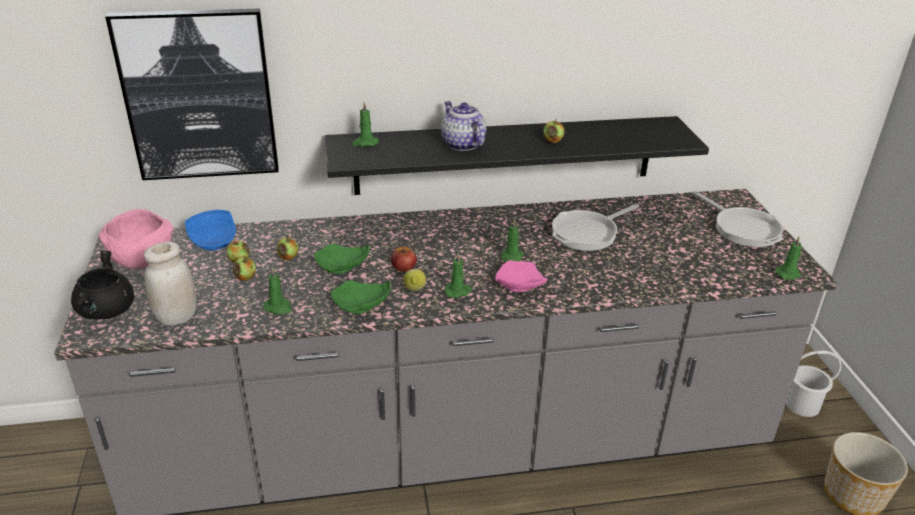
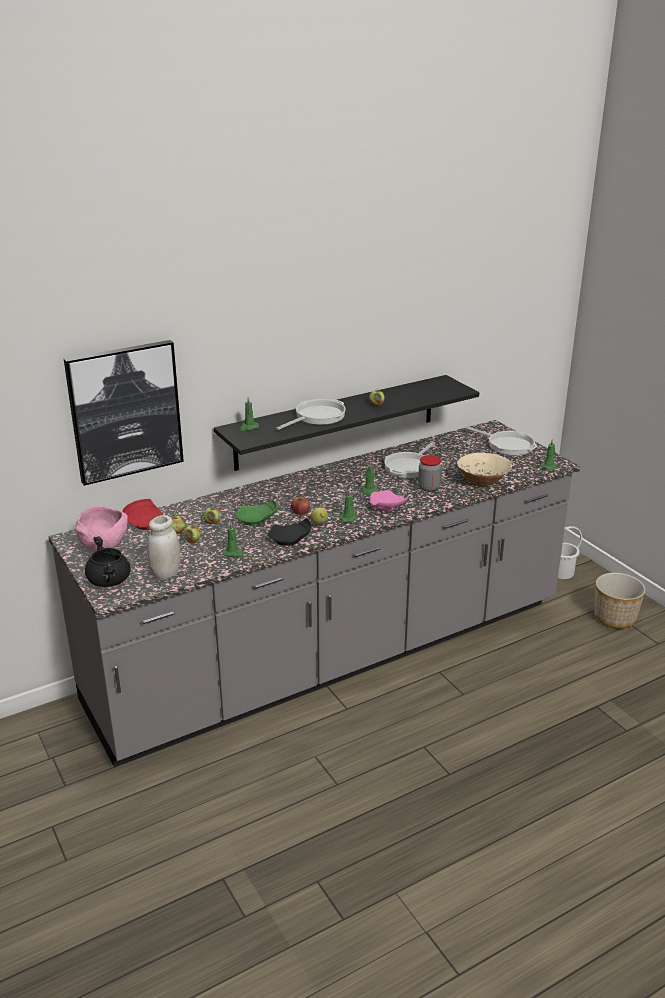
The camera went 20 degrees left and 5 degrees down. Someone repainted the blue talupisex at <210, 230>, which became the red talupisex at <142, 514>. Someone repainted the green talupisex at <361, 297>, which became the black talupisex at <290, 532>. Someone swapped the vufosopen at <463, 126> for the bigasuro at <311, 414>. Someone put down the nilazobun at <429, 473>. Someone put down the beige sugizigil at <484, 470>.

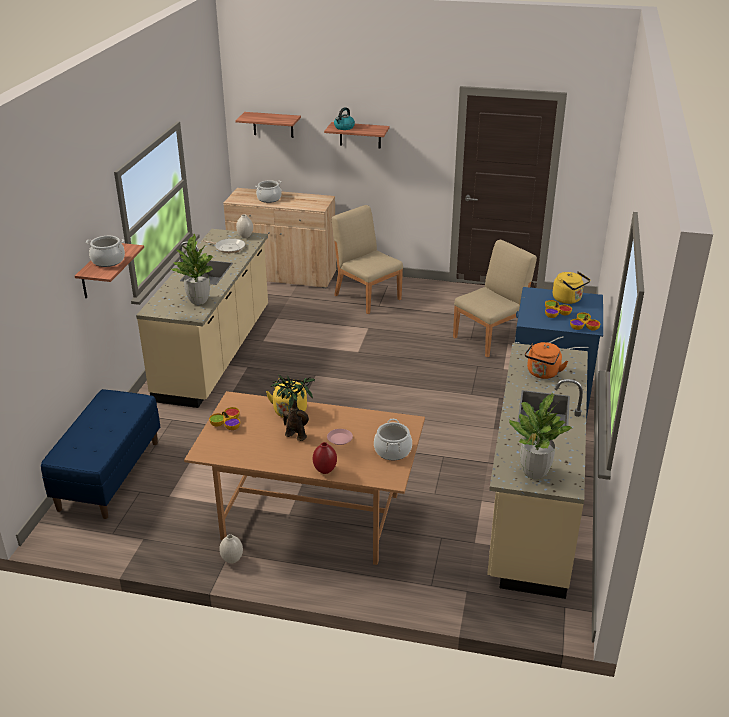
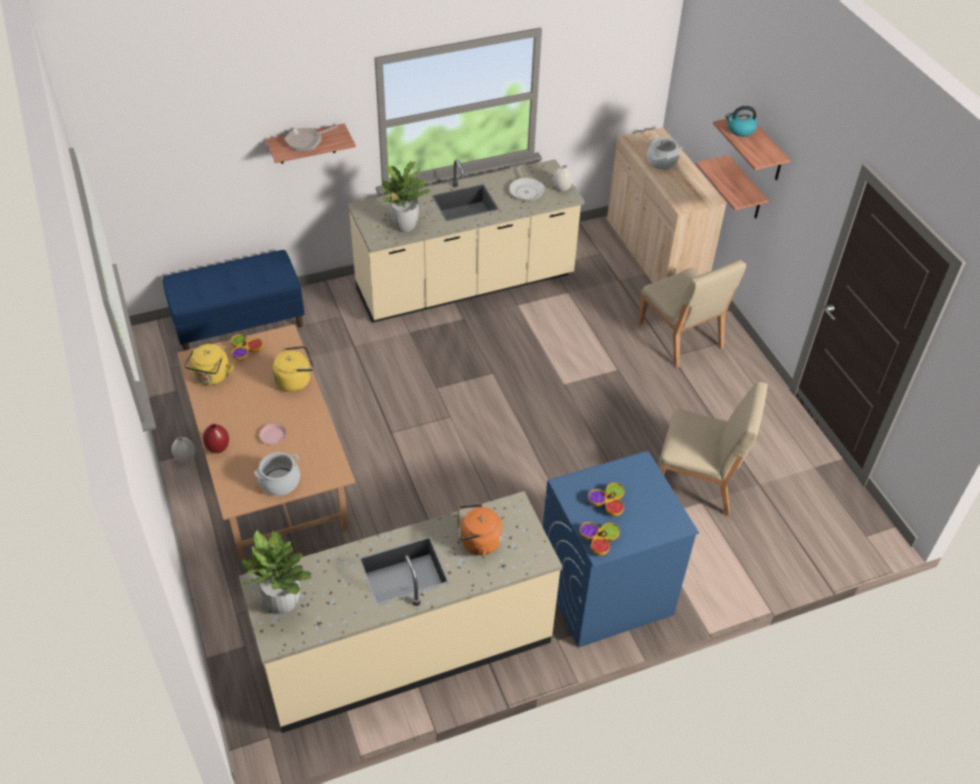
The camera went 55 degrees right and 15 degrees up. Someone carried the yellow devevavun from <571, 287> to <209, 364>. Someone swapped the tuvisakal at <105, 251> for the bigasuro at <311, 138>. Someone rotated the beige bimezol at <367, 259> by 135 degrees clockwise. Someone carried the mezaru from <268, 125> to <732, 187>. Someone took away the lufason at <293, 408>.

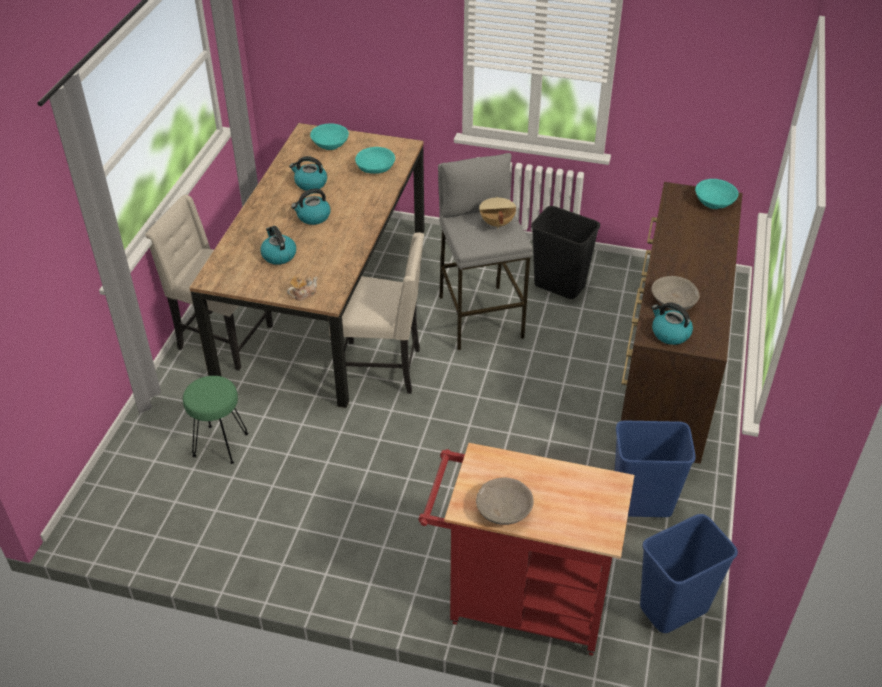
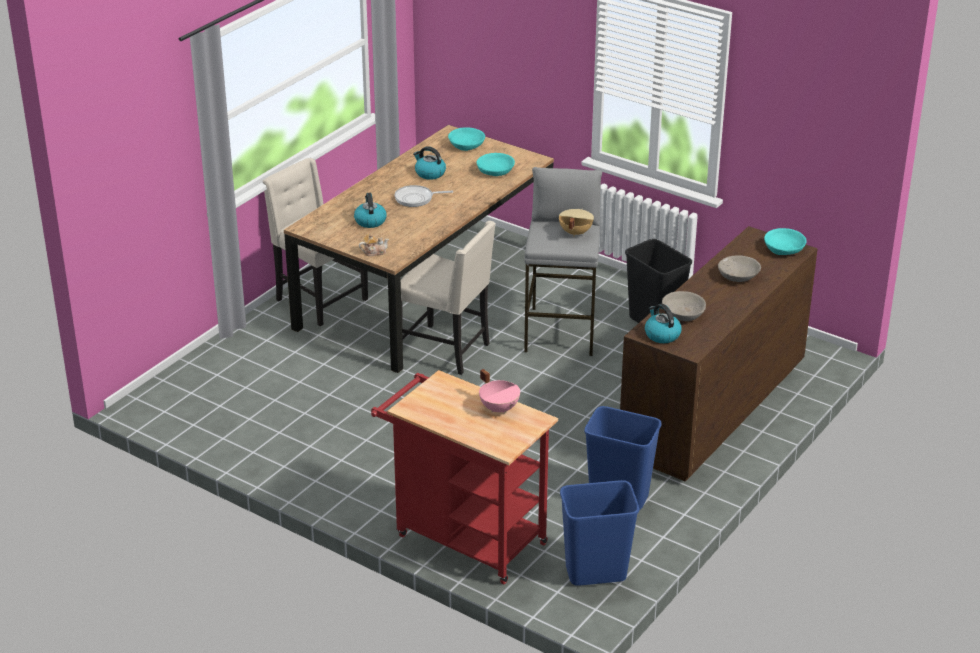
The camera went 20 degrees right and 10 degrees down. Someone swapped the devevavun at <310, 206> for the bigasuro at <424, 196>. Someone put down the pink tuvisakal at <499, 391>. Someone carried the grey sugizigil from <505, 501> to <739, 268>. Someone took away the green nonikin at <215, 420>.

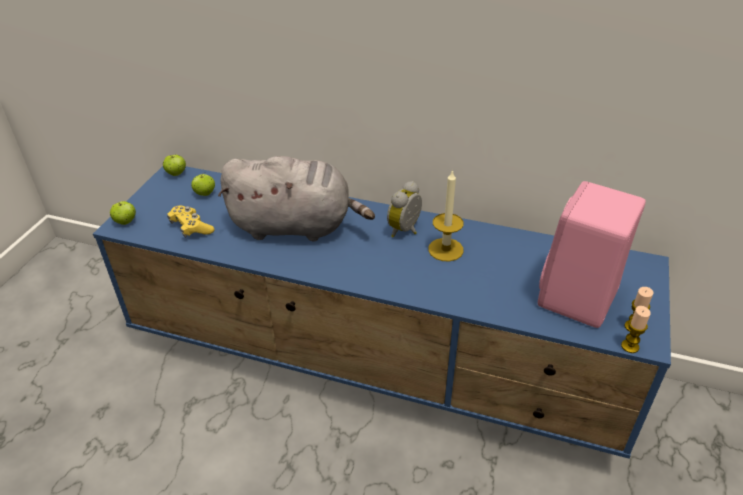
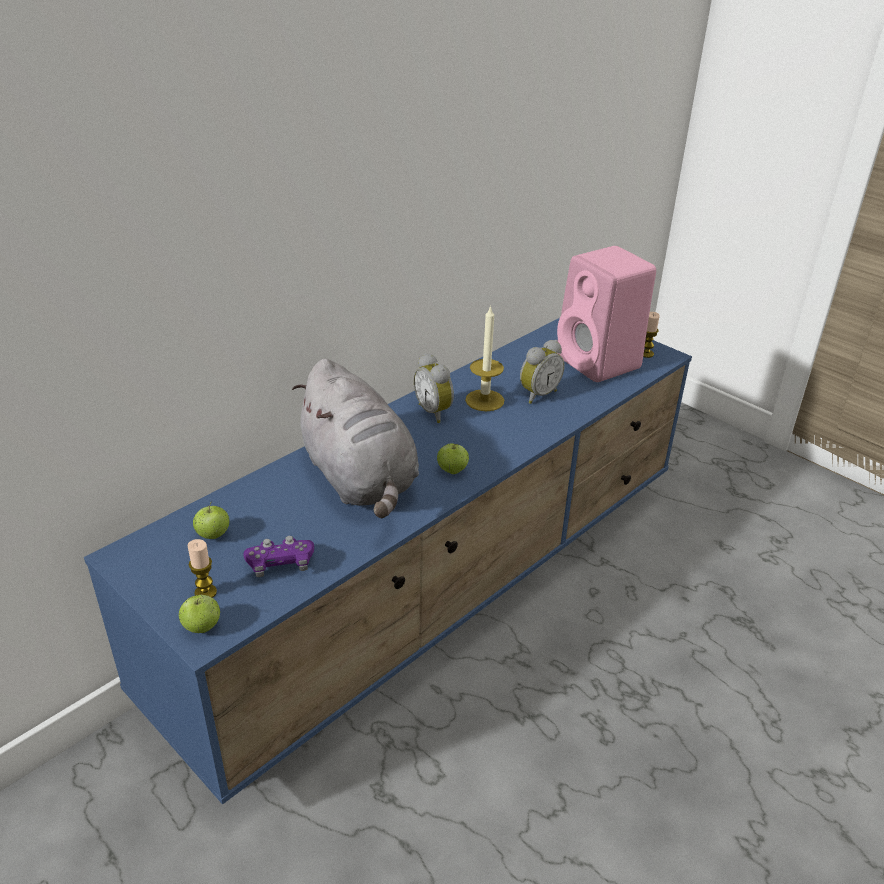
The camera went 65 degrees left and 5 degrees down. Someone carried the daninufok from <636, 329> to <202, 568>. Someone repainted the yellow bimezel at <191, 221>, which became the purple bimezel at <278, 556>. Someone rotated the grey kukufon at <296, 198> by 120 degrees clockwise. Someone carried the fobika from <174, 165> to <453, 458>. Someone put down the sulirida at <542, 372>.

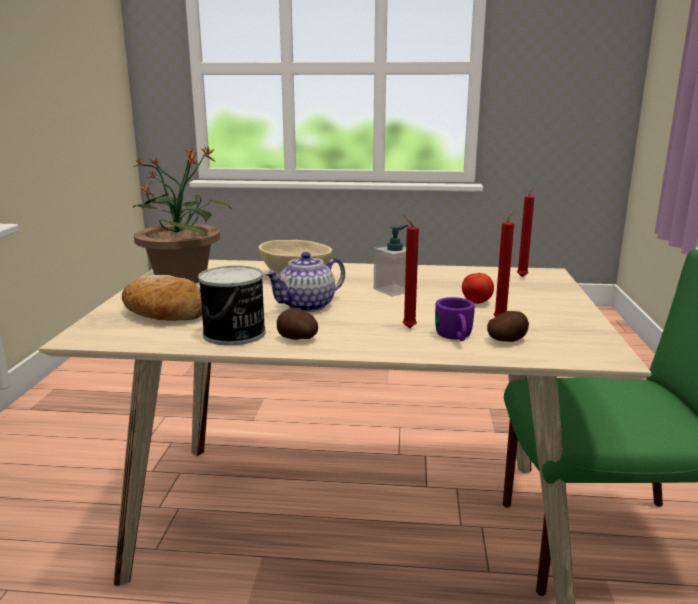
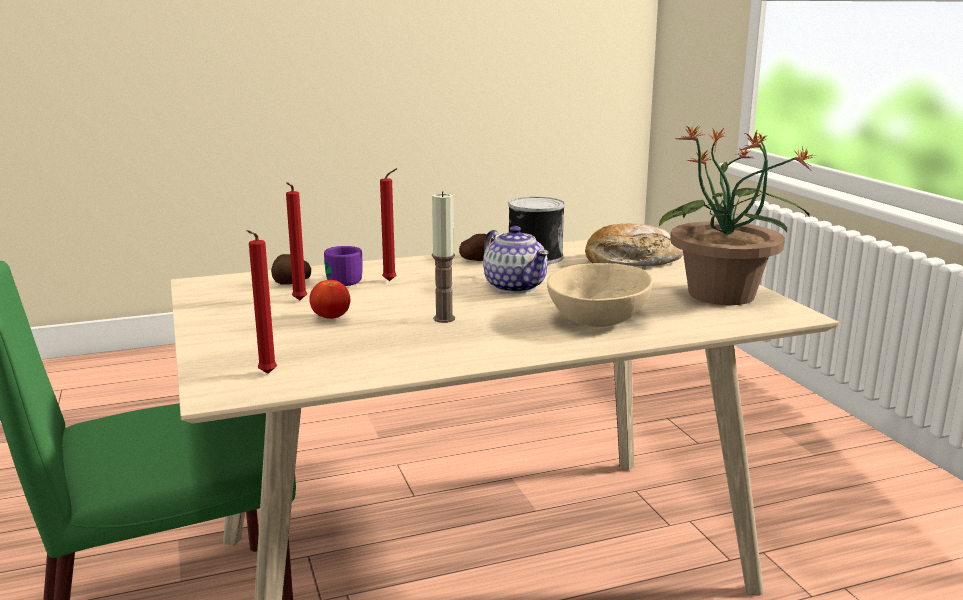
The camera went 155 degrees right and 0 degrees up. Someone swapped the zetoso at <391, 261> for the daninufok at <443, 257>. Someone rotated the vufosopen at <304, 282> by 120 degrees clockwise.

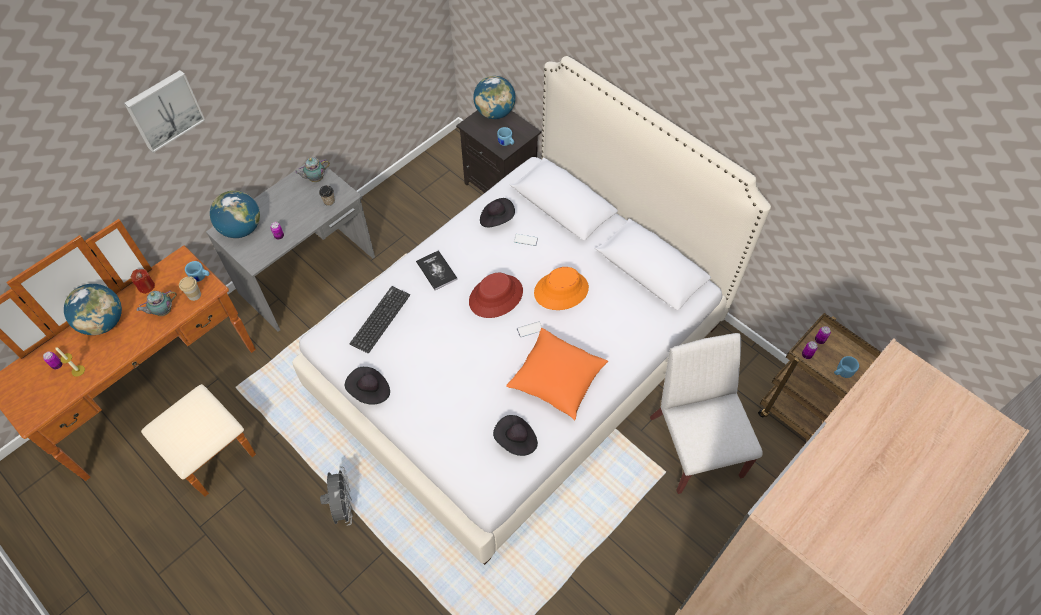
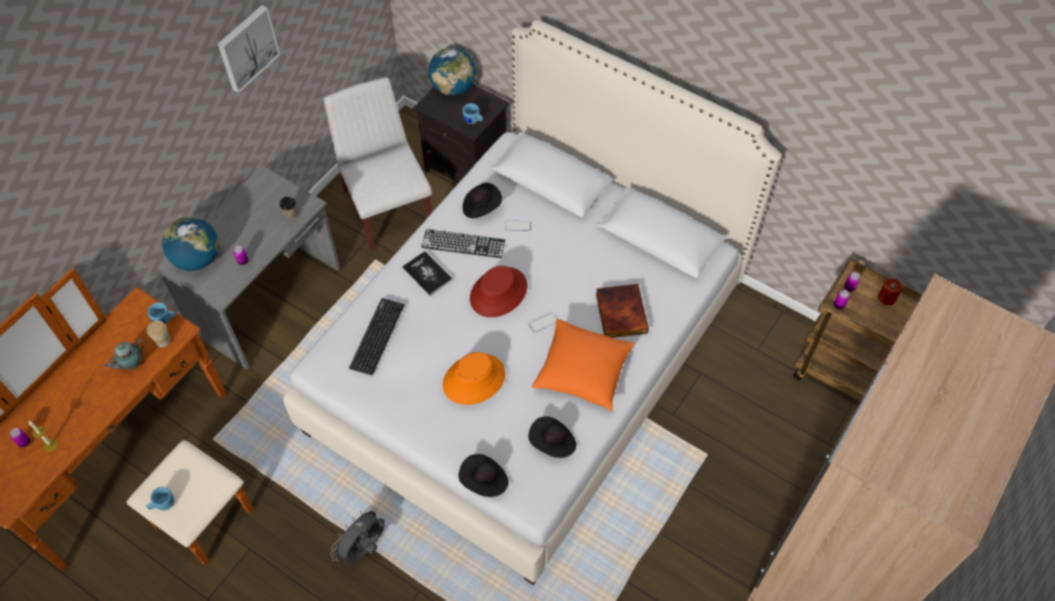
The camera went 10 degrees left and 0 degrees up. Someone carried the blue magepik from <846, 367> to <160, 498>. Someone carried the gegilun from <164, 111> to <249, 49>. Someone carried the white bimezol from <706, 413> to <377, 163>. Someone rotated the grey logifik at <336, 495> by 120 degrees counterclockwise. Someone put down the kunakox at <463, 243>. Someone carried the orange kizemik from <561, 288> to <474, 378>. Someone carried the black kizemik from <367, 386> to <484, 475>. Someone put down the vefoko at <622, 311>. Someone carried the red daninufok from <143, 281> to <890, 292>. Someone took away the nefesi at <93, 309>. Someone took away the vufosopen at <312, 170>.

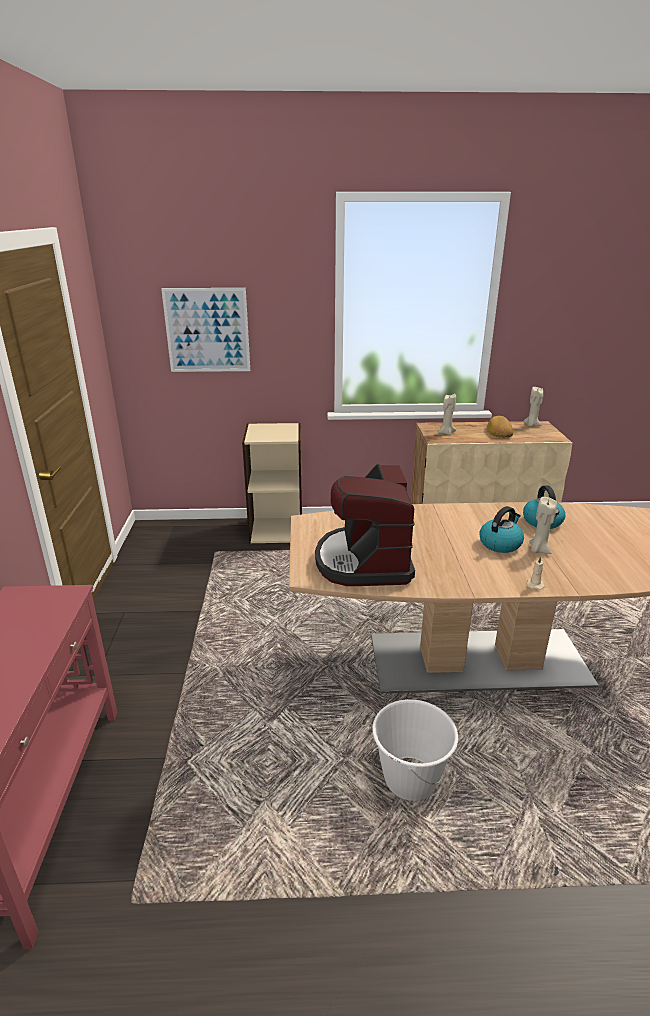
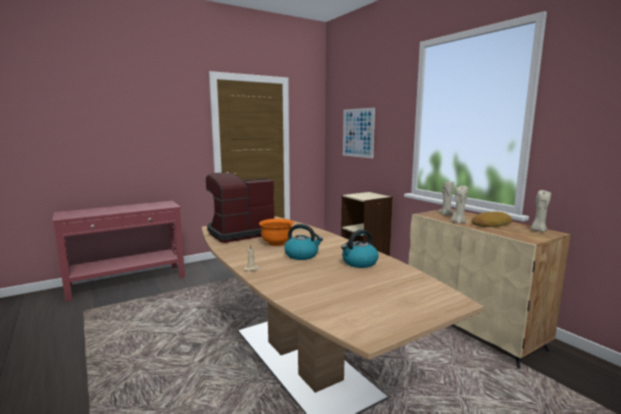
The camera went 60 degrees right and 15 degrees down. Someone put down the orange sugizigil at <276, 232>. Someone carried the beige daninufok from <543, 525> to <459, 204>. Someone took away the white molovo at <415, 750>.

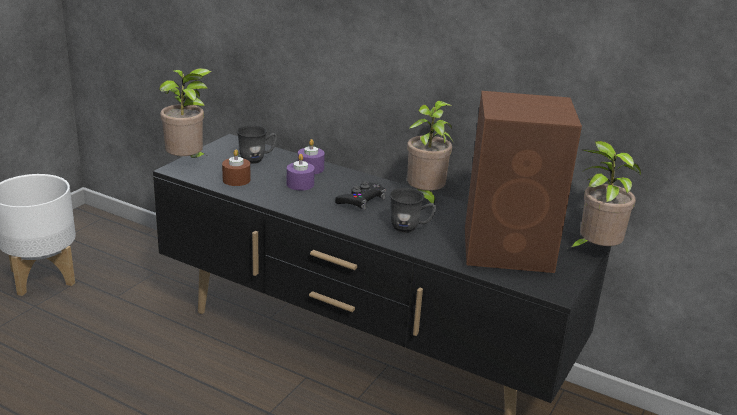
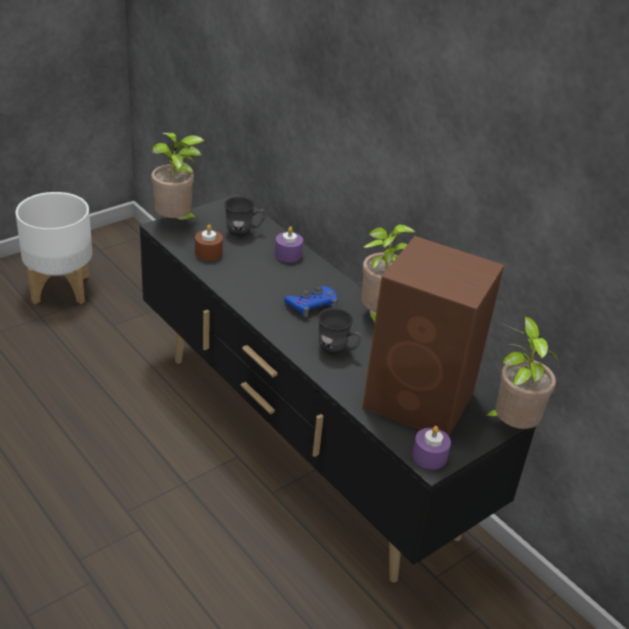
The camera went 20 degrees right and 10 degrees up. Someone repainted the black bimezel at <360, 195>, which became the blue bimezel at <310, 301>. Someone carried the purple daninufok from <301, 172> to <431, 448>.

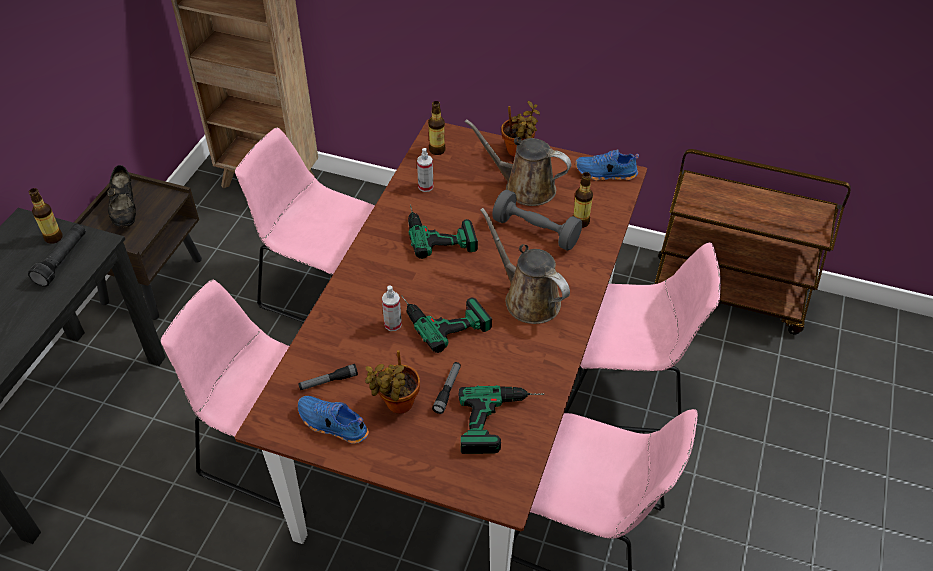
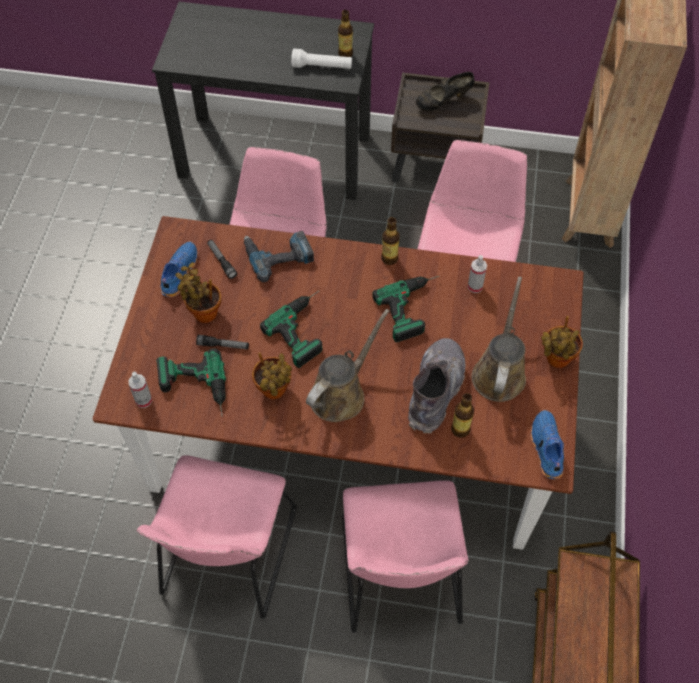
The camera went 80 degrees right and 10 degrees up. Someone carried the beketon from <392, 308> to <140, 390>. Someone put down the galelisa at <279, 256>. Someone put down the lufason at <272, 375>. Someone repainted the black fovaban at <57, 255>, which became the white fovaban at <321, 59>. Someone carried the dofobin from <436, 128> to <390, 241>. Someone swapped the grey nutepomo at <537, 220> for the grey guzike at <437, 385>.

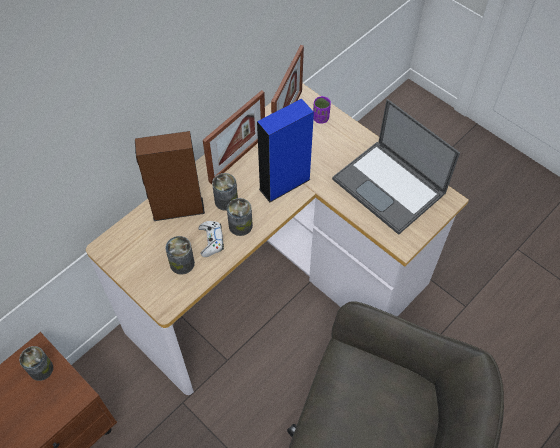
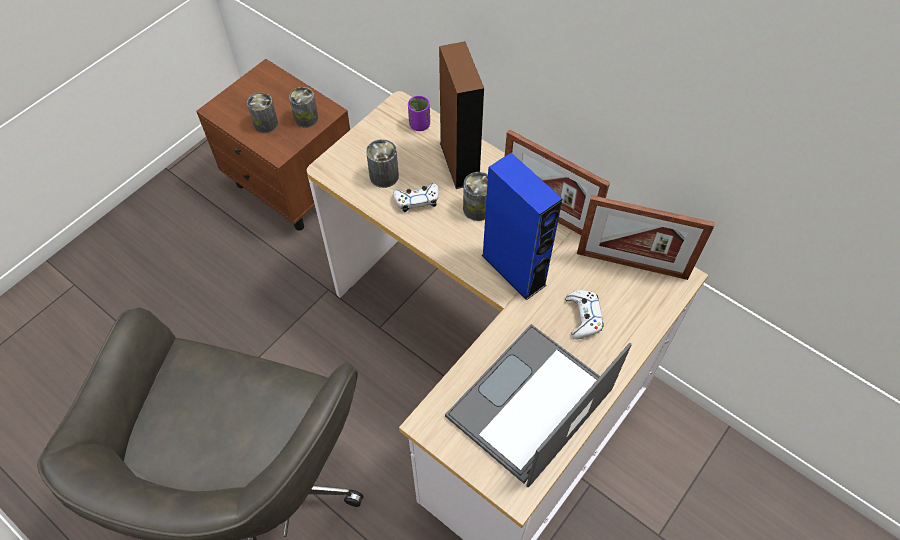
The camera went 85 degrees right and 0 degrees up. Someone carried the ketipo from <240, 217> to <262, 113>. Someone carried the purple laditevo from <322, 110> to <419, 113>. Someone put down the white bimezel at <584, 314>.

